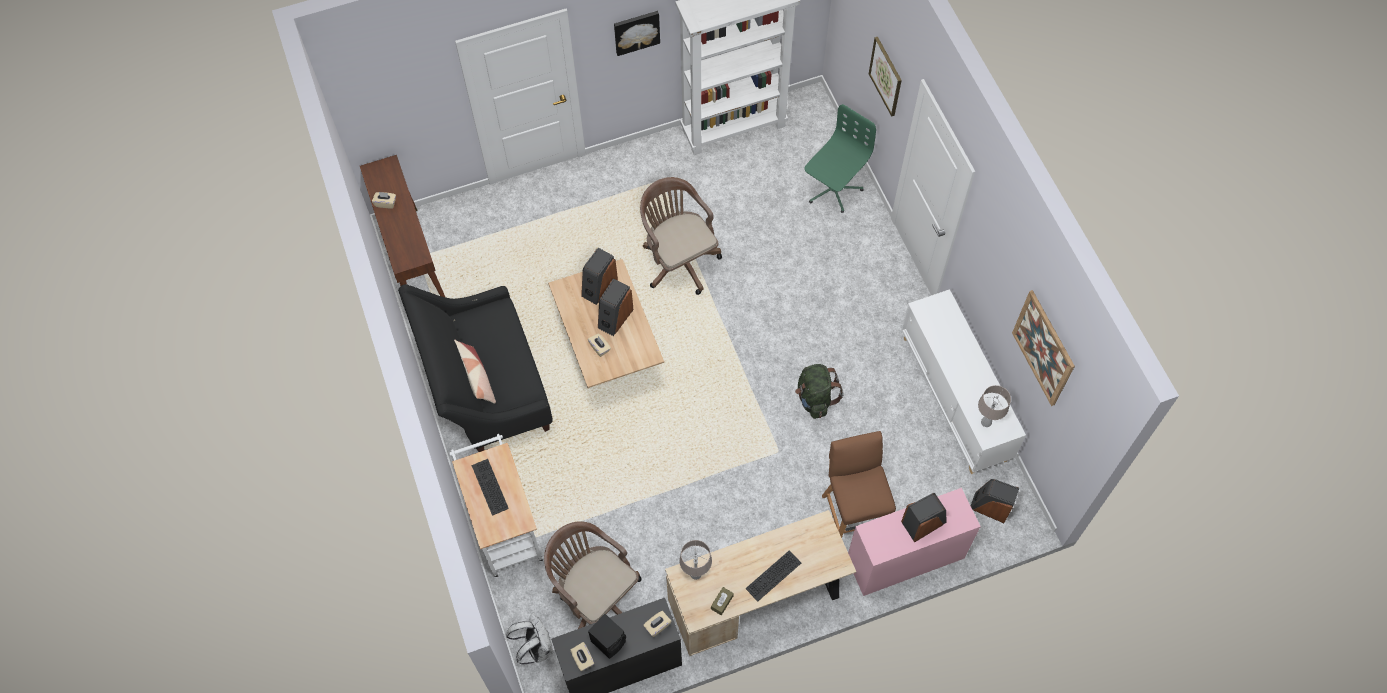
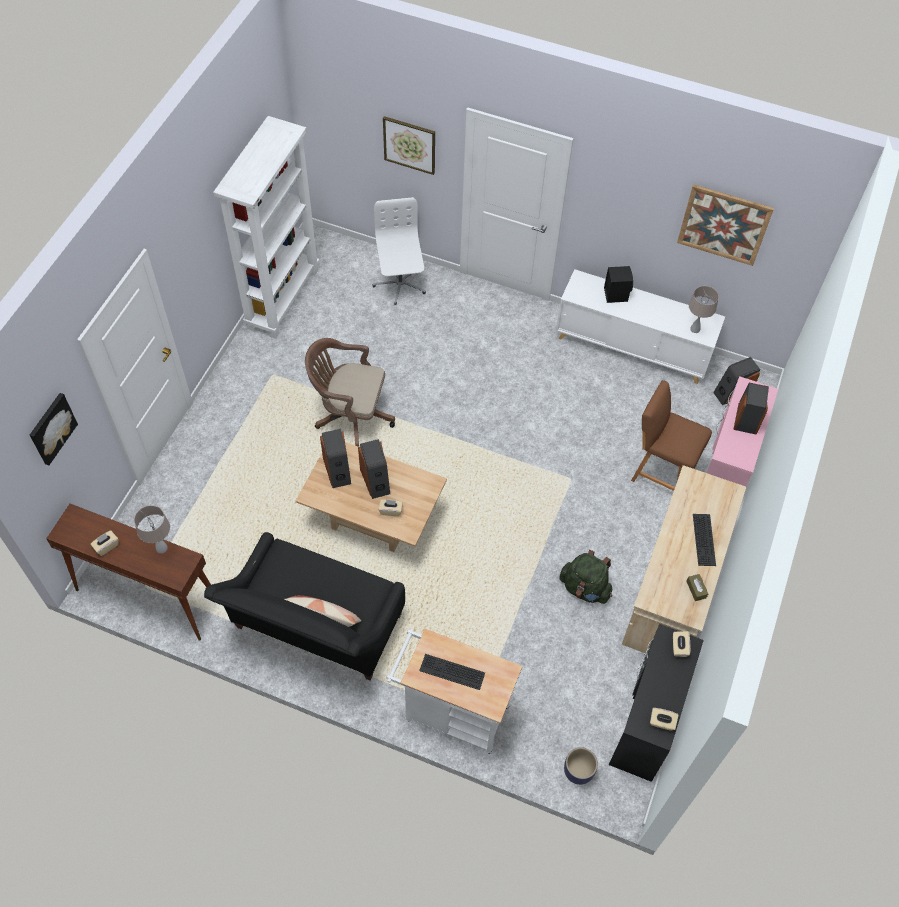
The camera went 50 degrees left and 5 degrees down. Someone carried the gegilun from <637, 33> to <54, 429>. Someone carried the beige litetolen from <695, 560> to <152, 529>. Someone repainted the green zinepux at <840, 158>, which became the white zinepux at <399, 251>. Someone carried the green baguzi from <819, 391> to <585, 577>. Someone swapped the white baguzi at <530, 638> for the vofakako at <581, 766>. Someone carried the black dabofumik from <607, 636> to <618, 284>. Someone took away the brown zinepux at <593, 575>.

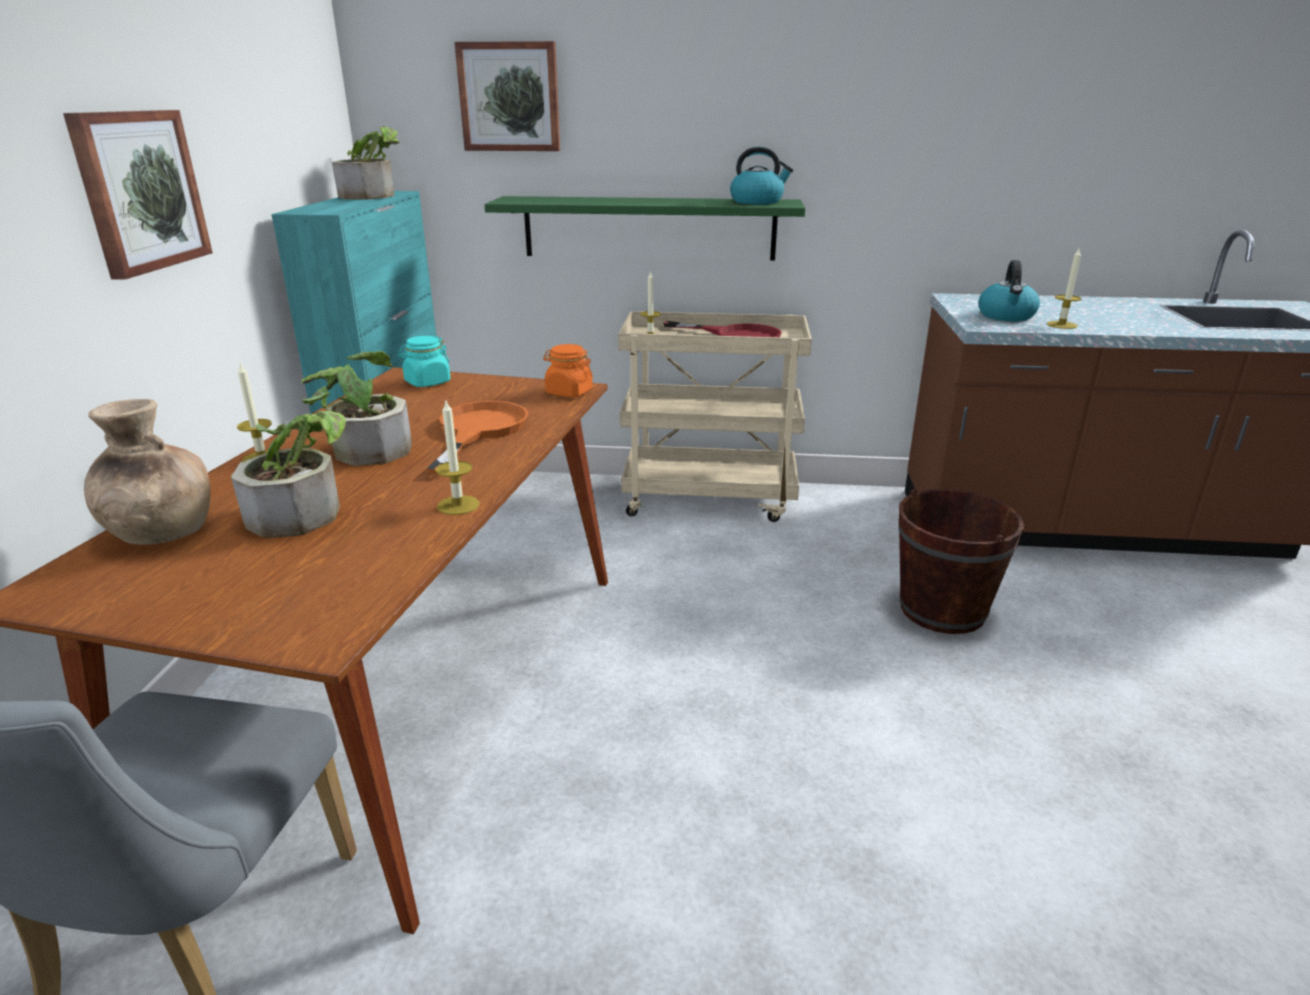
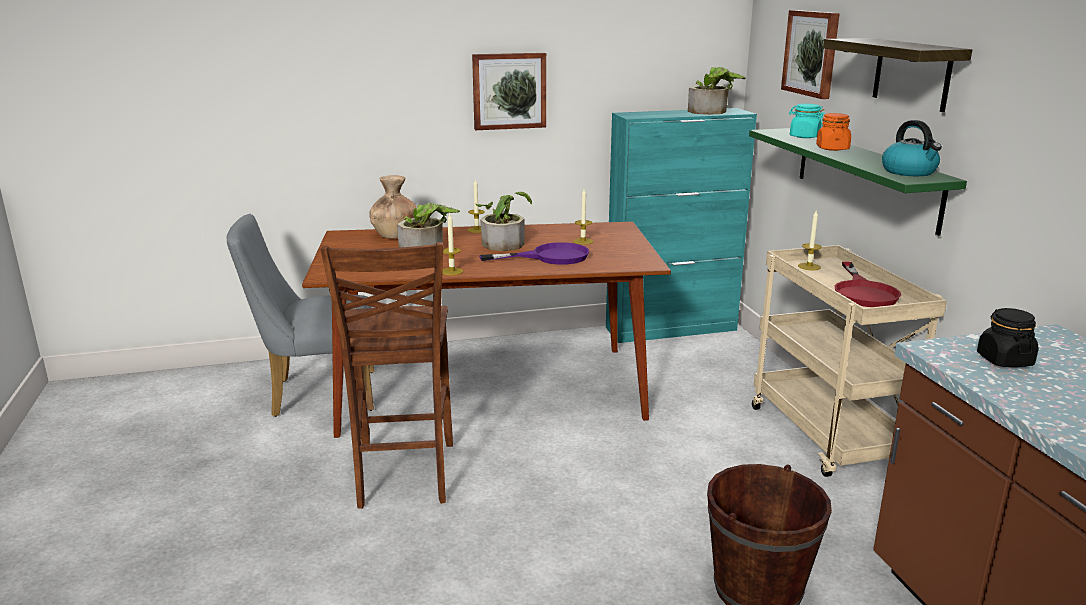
The camera went 70 degrees right and 5 degrees down. Someone put down the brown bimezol at <386, 375>. Someone repainted the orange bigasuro at <477, 437>, which became the purple bigasuro at <534, 253>. Someone carried the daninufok from <1064, 289> to <583, 217>. Someone carried the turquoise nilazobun from <425, 361> to <807, 121>. Someone carried the orange nilazobun from <568, 370> to <833, 132>. Someone put up the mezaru at <897, 75>. Someone swapped the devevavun at <1009, 290> for the black nilazobun at <1007, 337>.

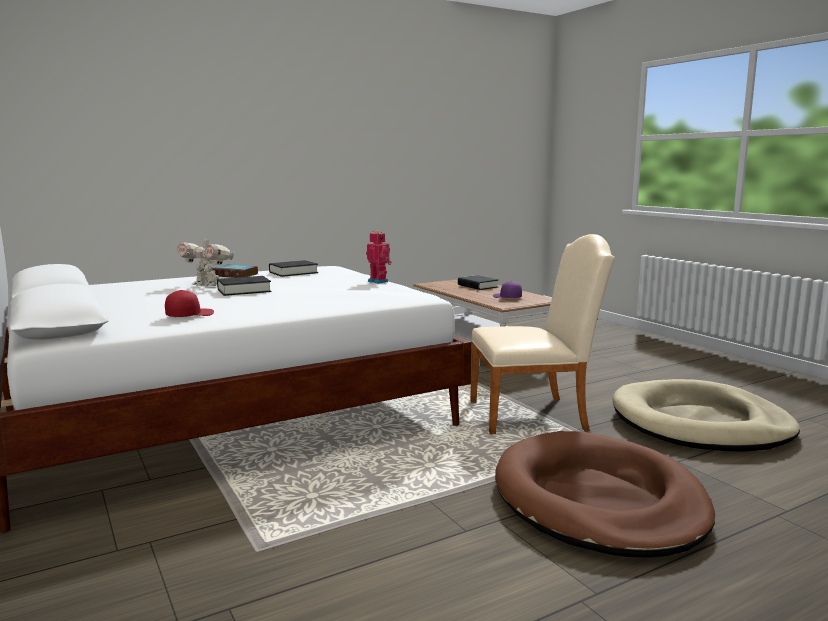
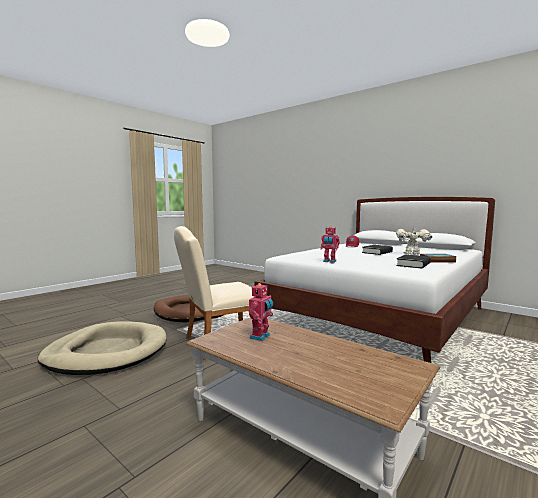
The camera went 160 degrees right and 5 degrees down. Someone swapped the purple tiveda at <507, 289> for the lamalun at <261, 312>. Someone took away the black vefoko at <478, 282>.

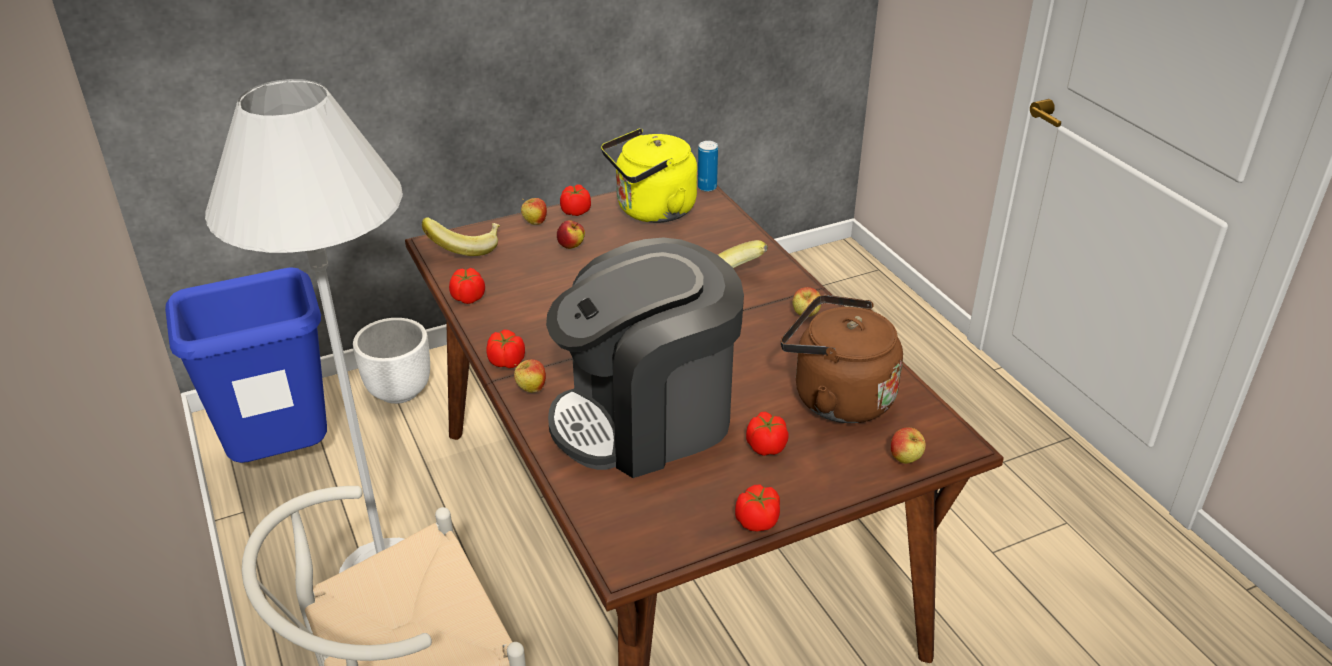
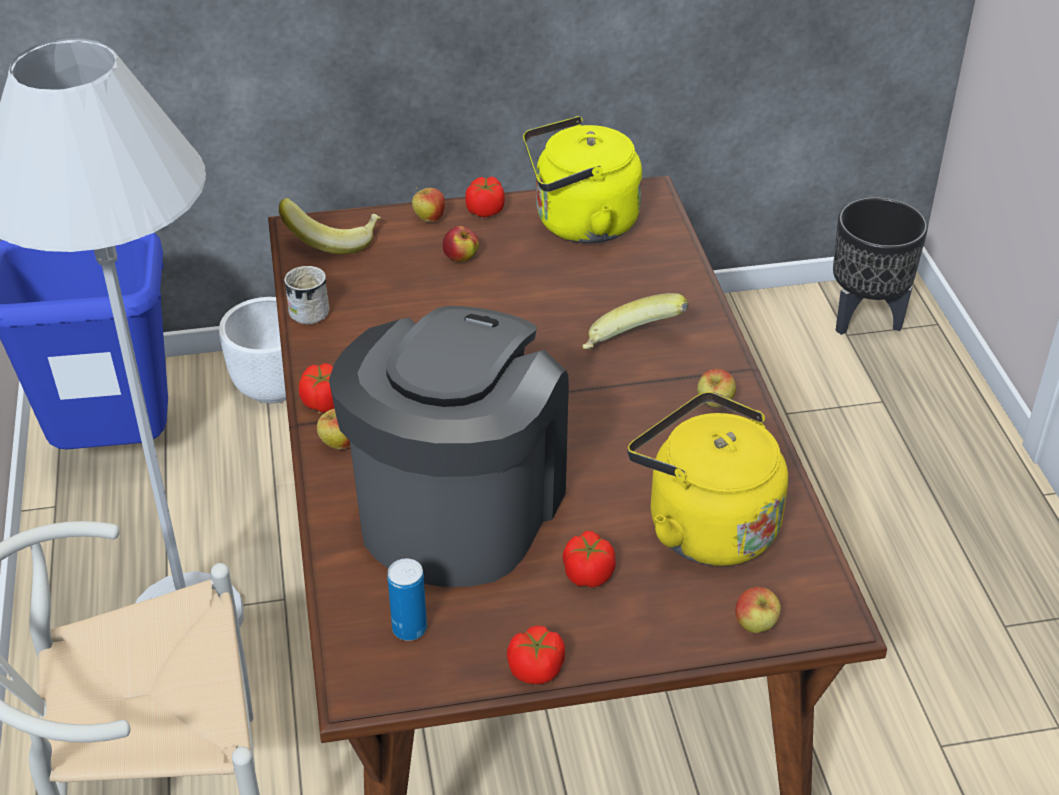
The camera went 15 degrees right and 5 degrees up. Someone swapped the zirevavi at <467, 286> for the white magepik at <307, 295>. Someone rotated the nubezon at <645, 357> by 120 degrees clockwise. Someone carried the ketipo from <708, 166> to <407, 600>. Someone repainted the brown devevavun at <842, 359>, which became the yellow devevavun at <708, 479>. Someone put down the black vofakako at <880, 266>.

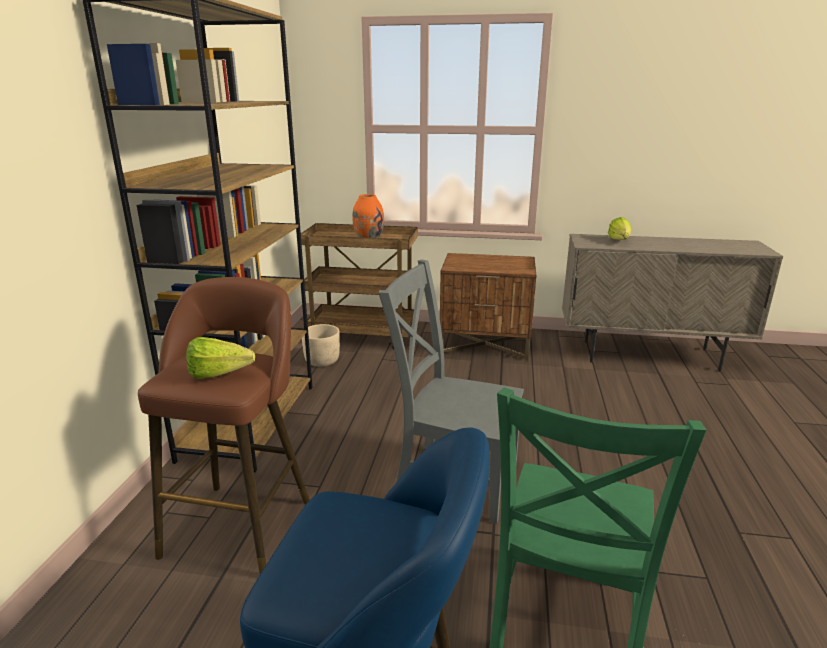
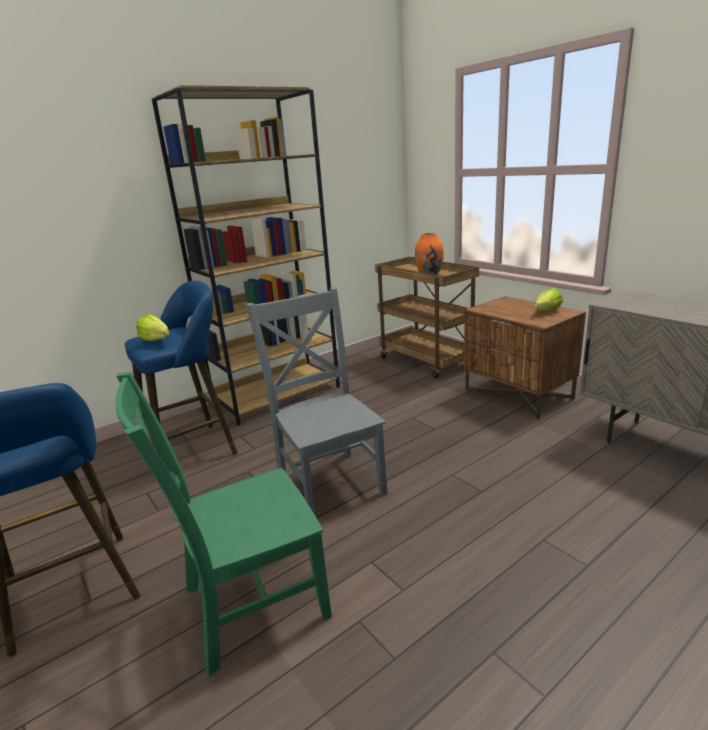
The camera went 45 degrees right and 0 degrees up. Someone repainted the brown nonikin at <224, 425>, which became the blue nonikin at <181, 370>. Someone carried the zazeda from <619, 228> to <548, 299>. Someone took away the beige vofakako at <321, 345>.

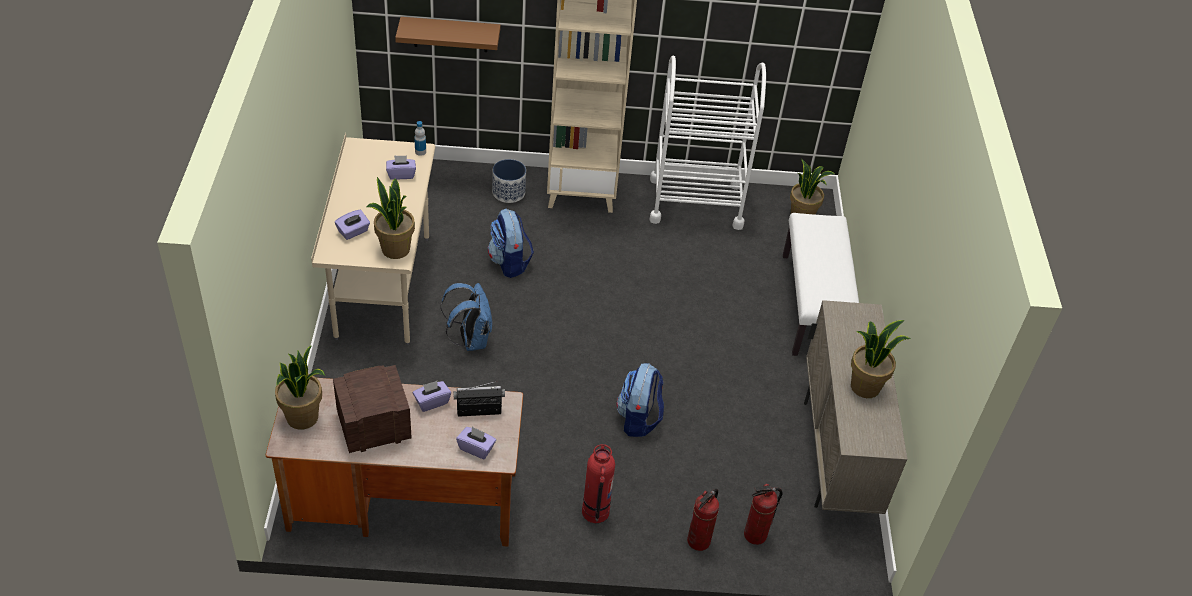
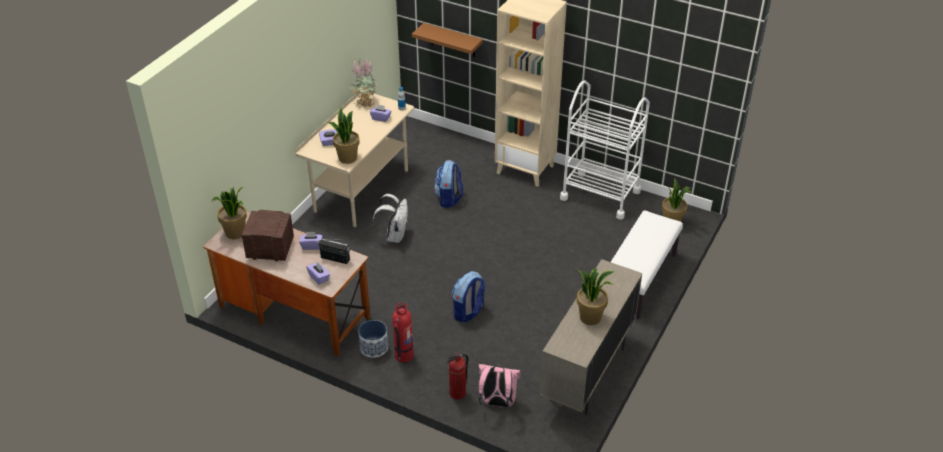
The camera went 30 degrees right and 5 degrees down. Someone put down the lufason at <363, 83>. Someone carried the vofakako from <509, 181> to <373, 339>. Someone repainted the blue baguzi at <466, 317>, which became the white baguzi at <390, 218>. Someone swapped the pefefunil at <763, 514> for the pink baguzi at <499, 386>.

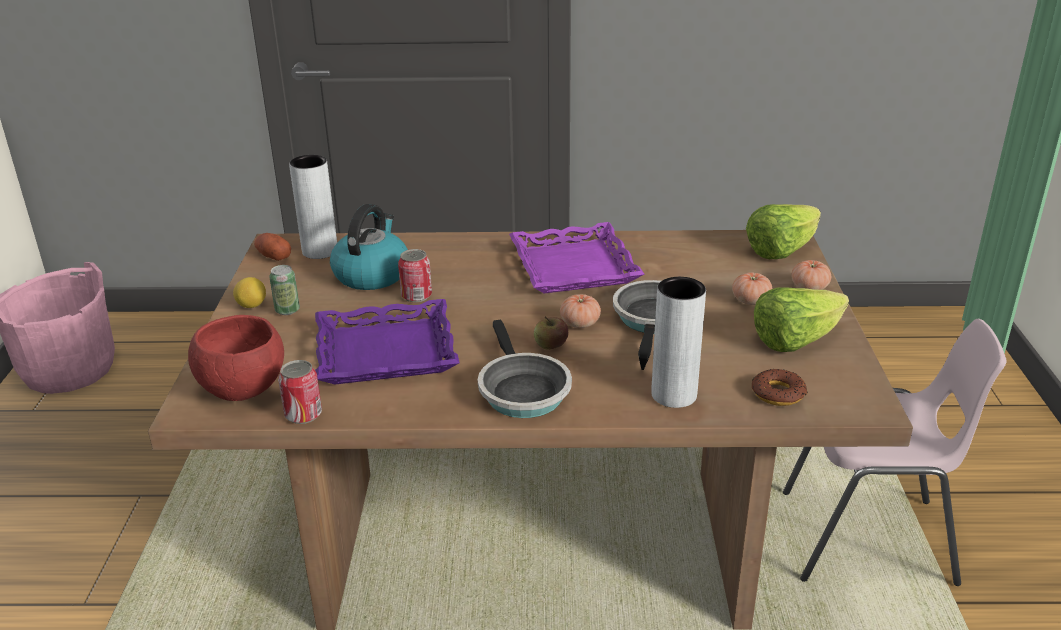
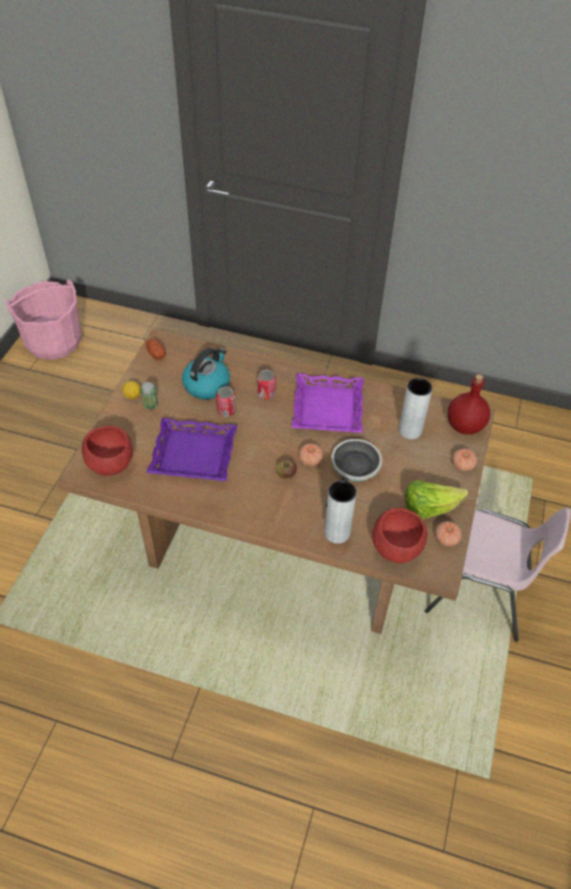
The camera went 15 degrees right and 20 degrees up. Someone carried the ketipo from <300, 392> to <266, 385>. Someone swapped the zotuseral at <780, 387> for the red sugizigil at <399, 535>. Someone carried the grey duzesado from <313, 207> to <415, 408>. Someone carried the zirevavi from <752, 288> to <448, 533>. Someone swapped the zazeda at <783, 231> for the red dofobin at <469, 404>. Someone took away the bigasuro at <525, 368>.

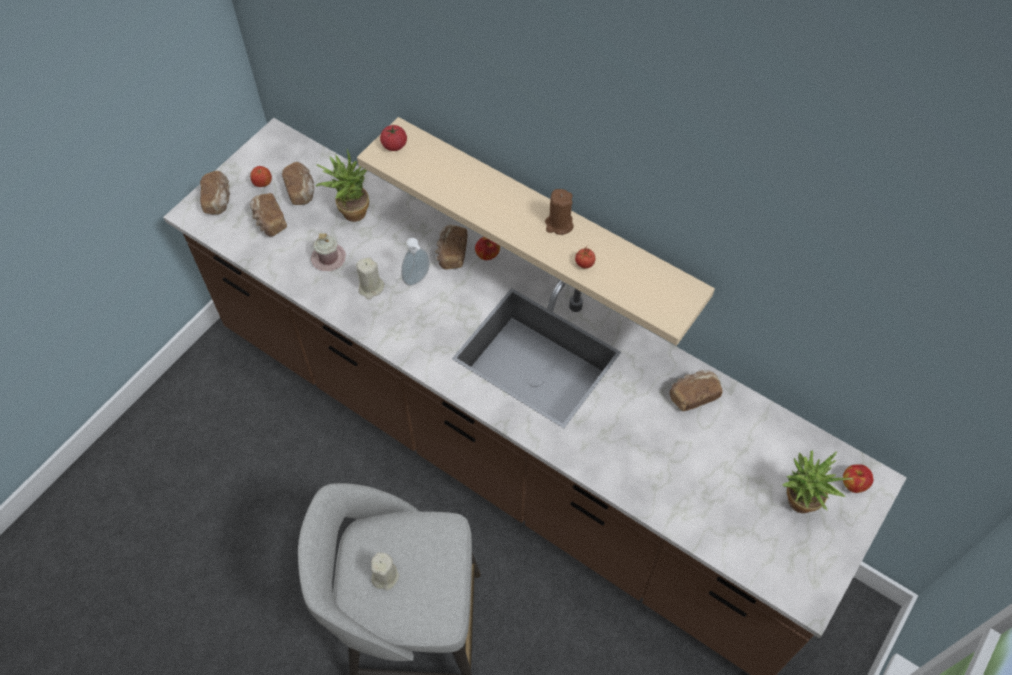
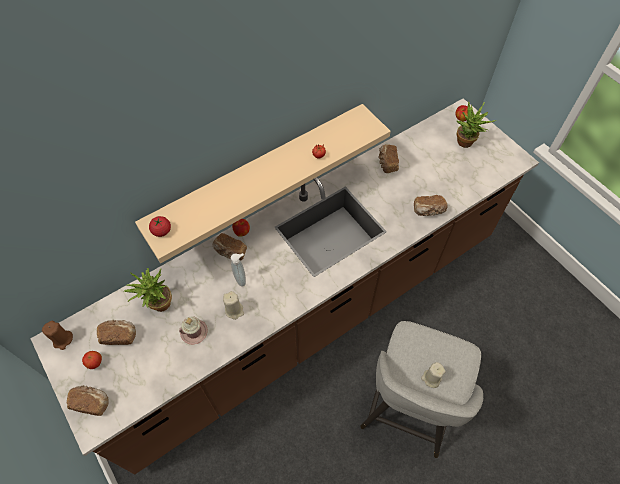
The camera went 70 degrees left and 0 degrees up. Someone carried the brown daninufok from <559, 212> to <57, 335>. Someone carried the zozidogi from <268, 215> to <430, 205>.

